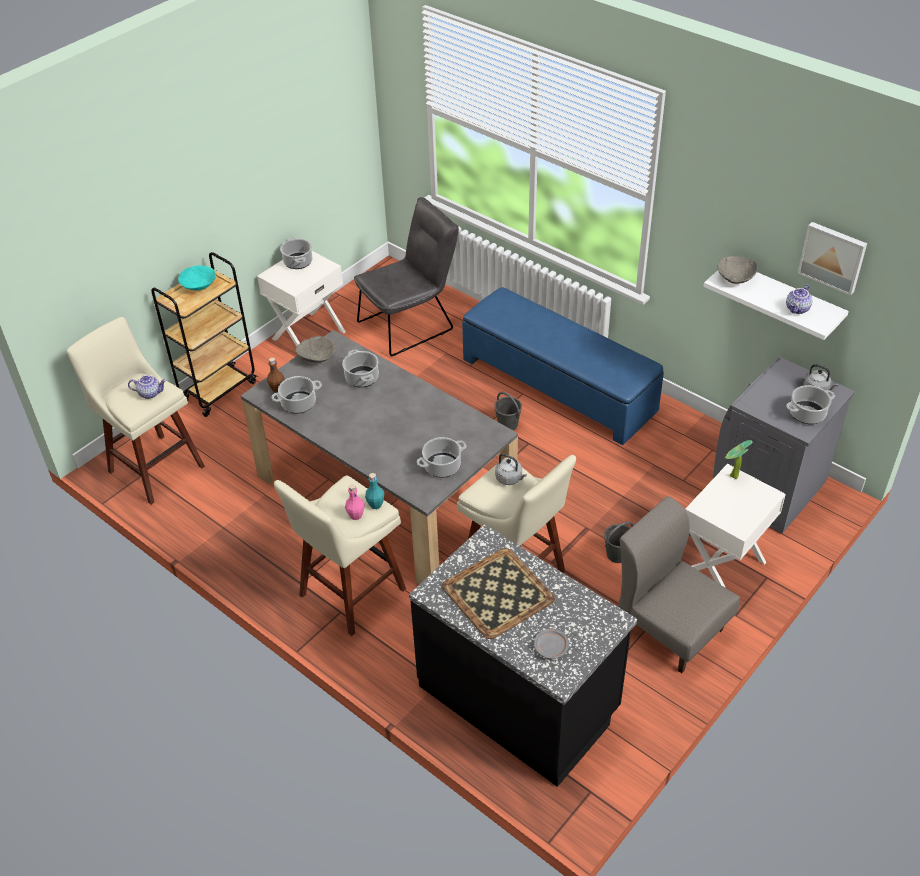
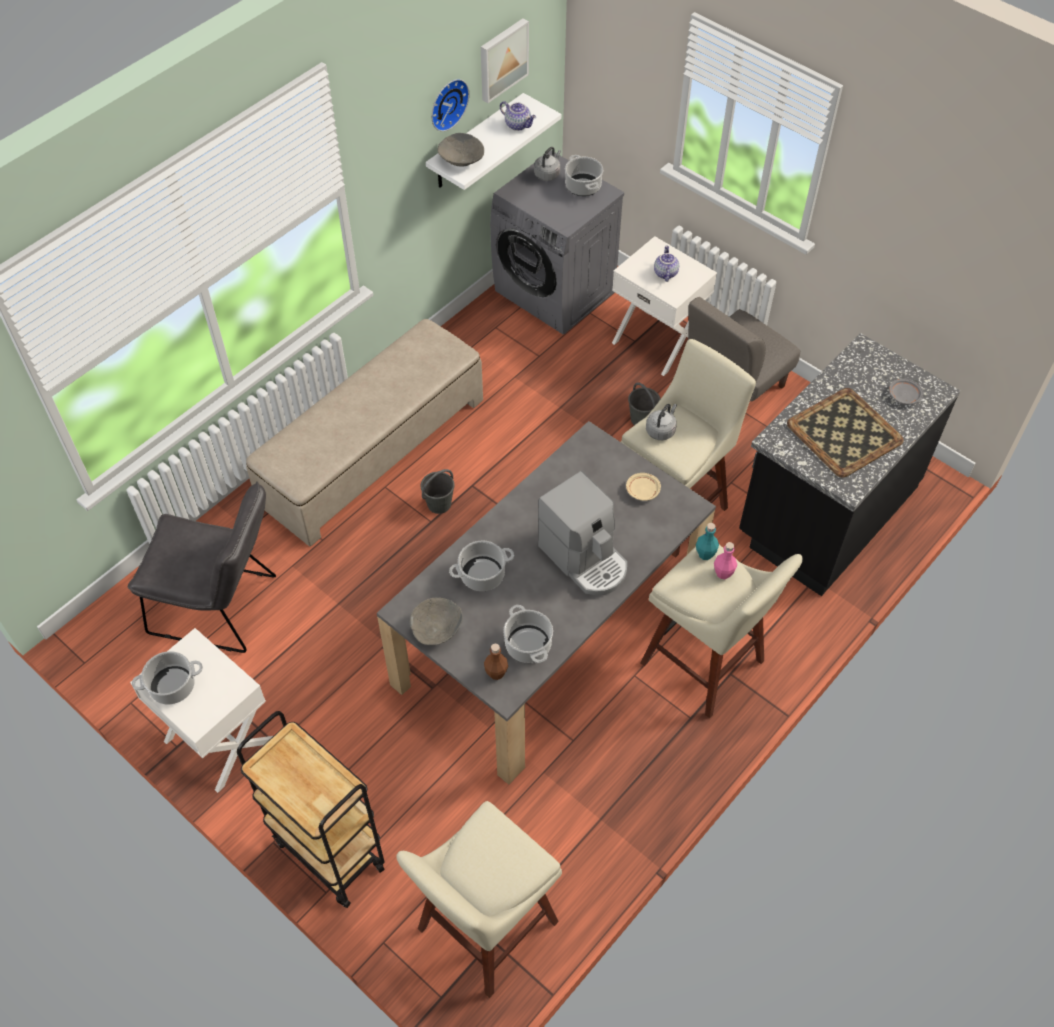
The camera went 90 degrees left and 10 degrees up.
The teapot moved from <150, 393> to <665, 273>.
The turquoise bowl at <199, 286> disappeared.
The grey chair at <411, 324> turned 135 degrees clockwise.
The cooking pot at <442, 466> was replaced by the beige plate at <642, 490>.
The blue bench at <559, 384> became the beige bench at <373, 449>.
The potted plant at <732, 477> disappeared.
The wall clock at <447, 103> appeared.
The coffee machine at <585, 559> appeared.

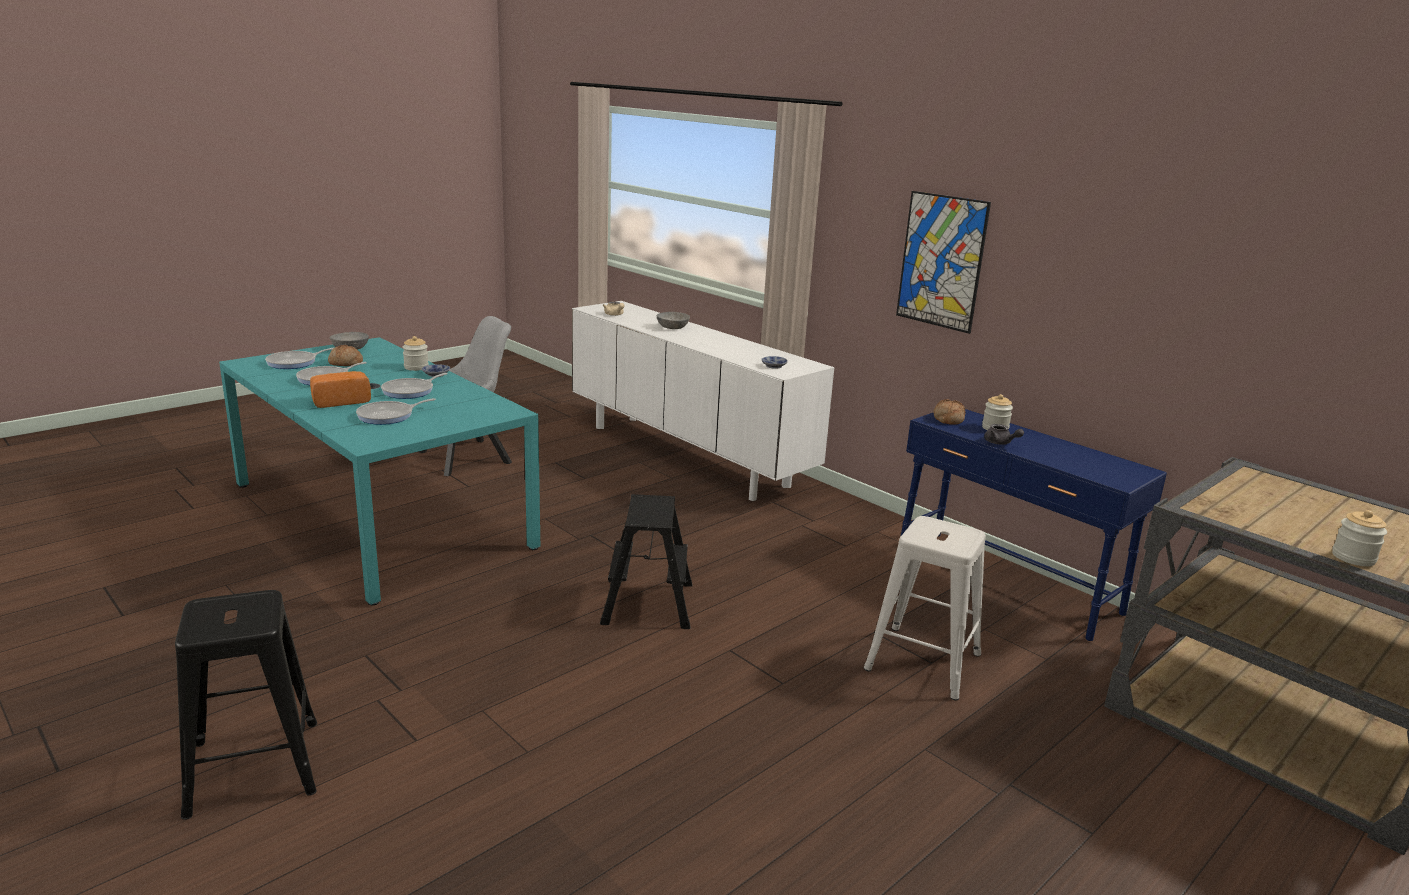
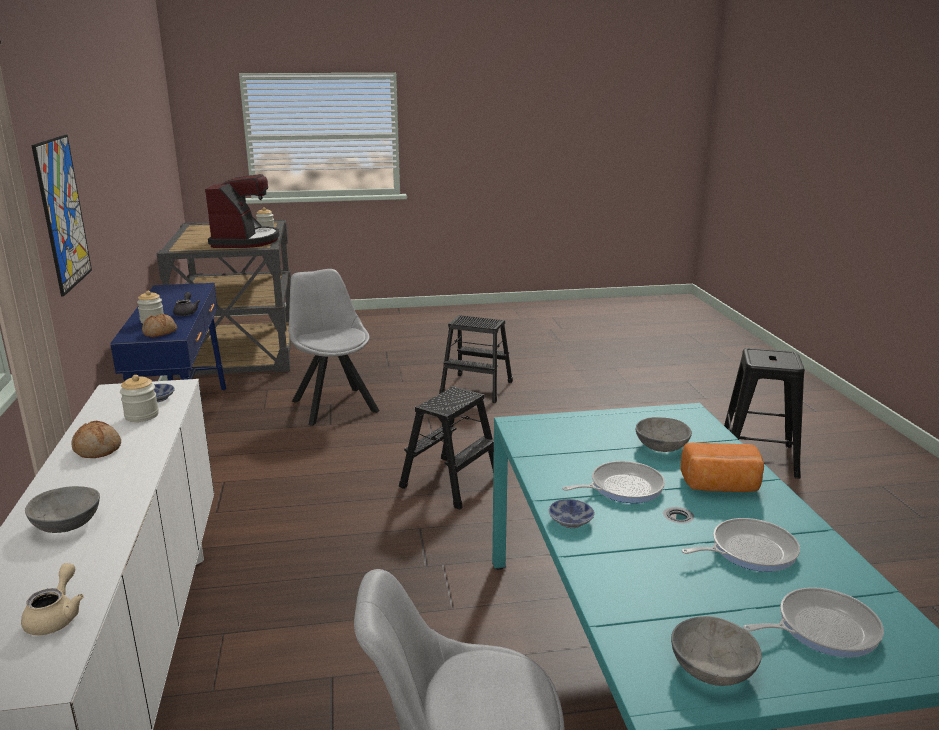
The camera went 145 degrees left and 0 degrees up.
The bread moved from <345, 363> to <98, 449>.
The frying pan at <388, 416> was replaced by the grey bowl at <661, 446>.
The jar moved from <416, 367> to <142, 415>.
The white stool at <923, 662> was replaced by the grey chair at <334, 405>.
The coffee machine at <245, 241> appeared.
The black step ladder at <477, 387> appeared.

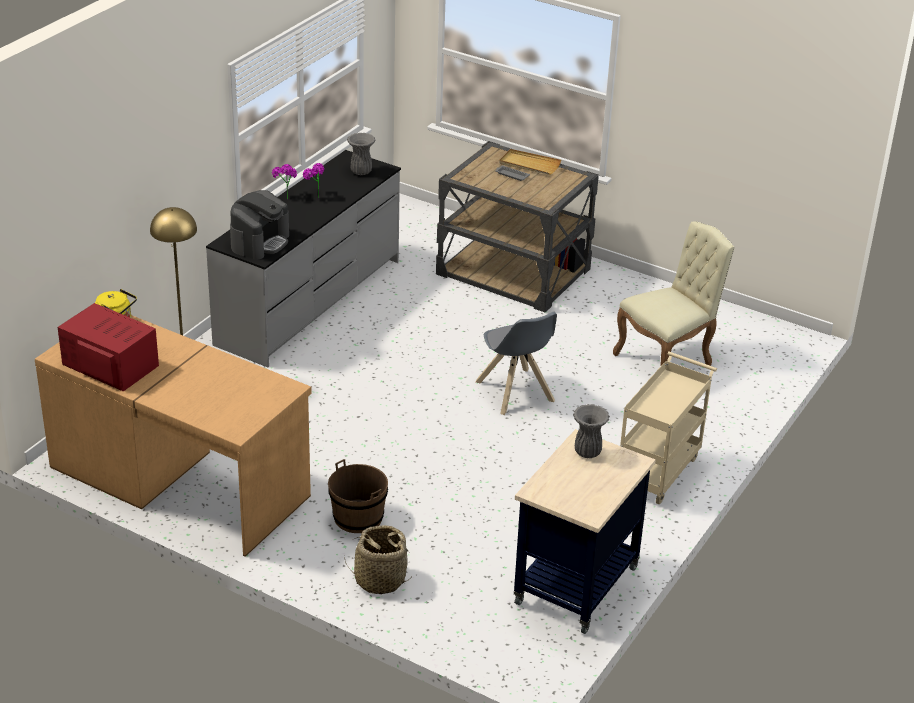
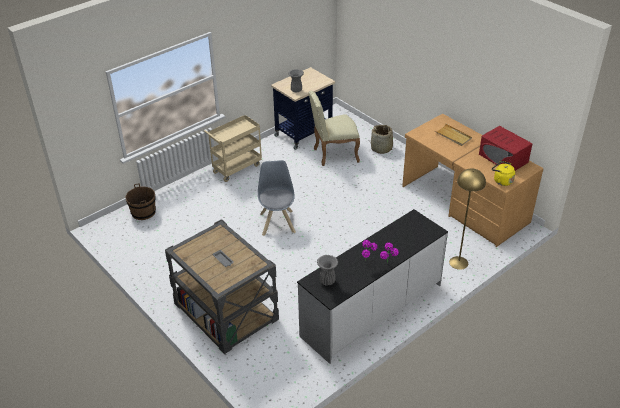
The camera went 160 degrees left and 5 degrees up.
The coffee machine at <260, 242> disappeared.
The brown bucket moved from <358, 517> to <143, 212>.
The beige tray moved from <529, 164> to <453, 136>.
The beige chair moved from <666, 361> to <334, 154>.

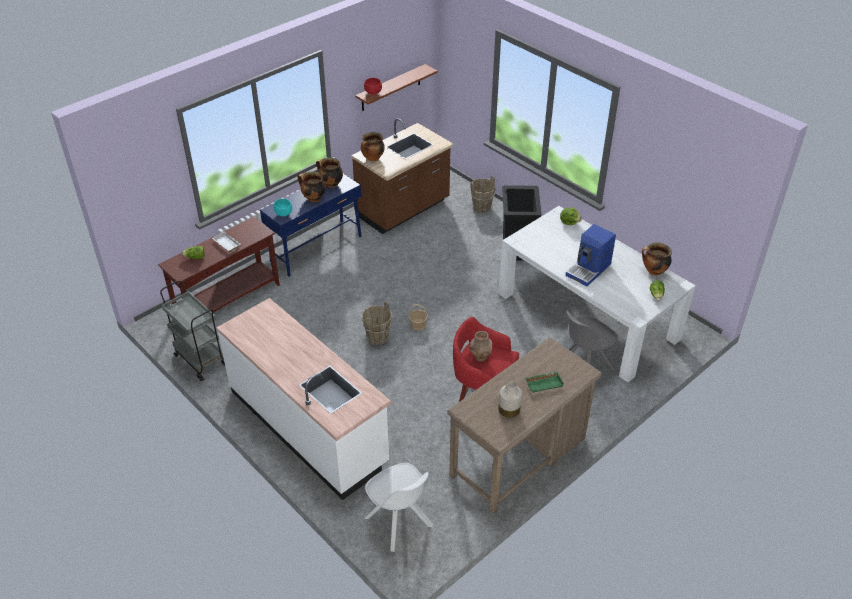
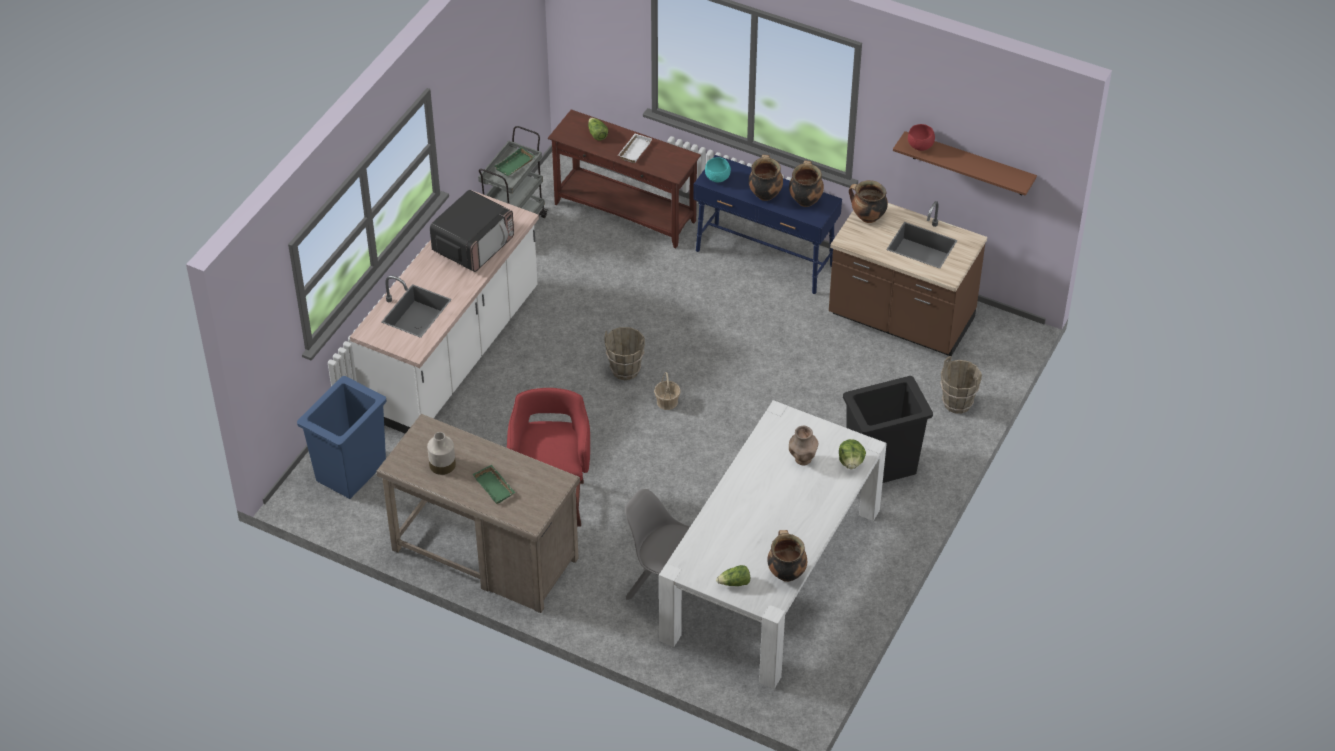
The camera went 70 degrees right and 5 degrees up.
The white chair at <399, 522> was replaced by the blue trash can at <350, 471>.
The brown vase moved from <480, 357> to <802, 459>.
The coffee machine at <589, 270> disappeared.
The microwave at <473, 245> appeared.
The green tray at <515, 165> appeared.

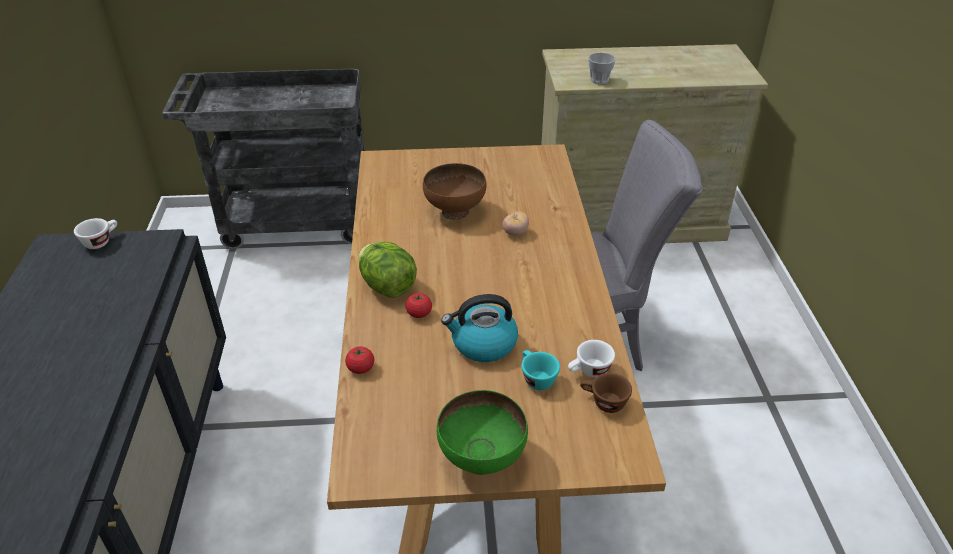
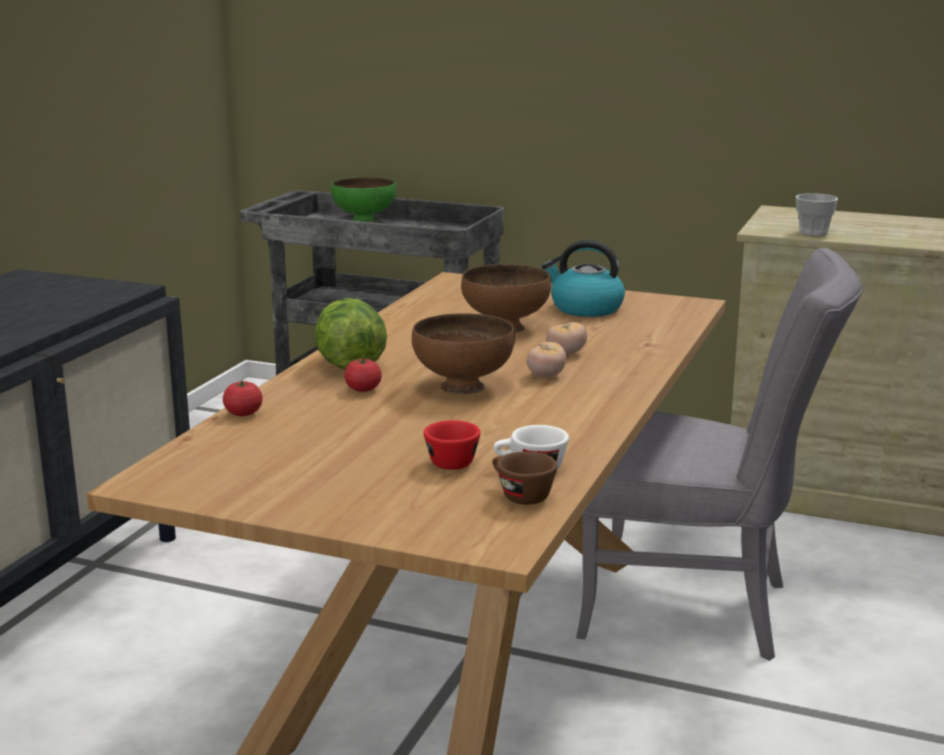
The camera went 25 degrees right and 20 degrees down.
The white cup at <101, 241> disappeared.
The green bowl moved from <482, 459> to <364, 222>.
The kettle moved from <483, 344> to <585, 308>.
The turquoise cup at <535, 378> became the red cup at <450, 460>.
The brown bowl at <463, 387> appeared.
The tomato at <546, 376> appeared.

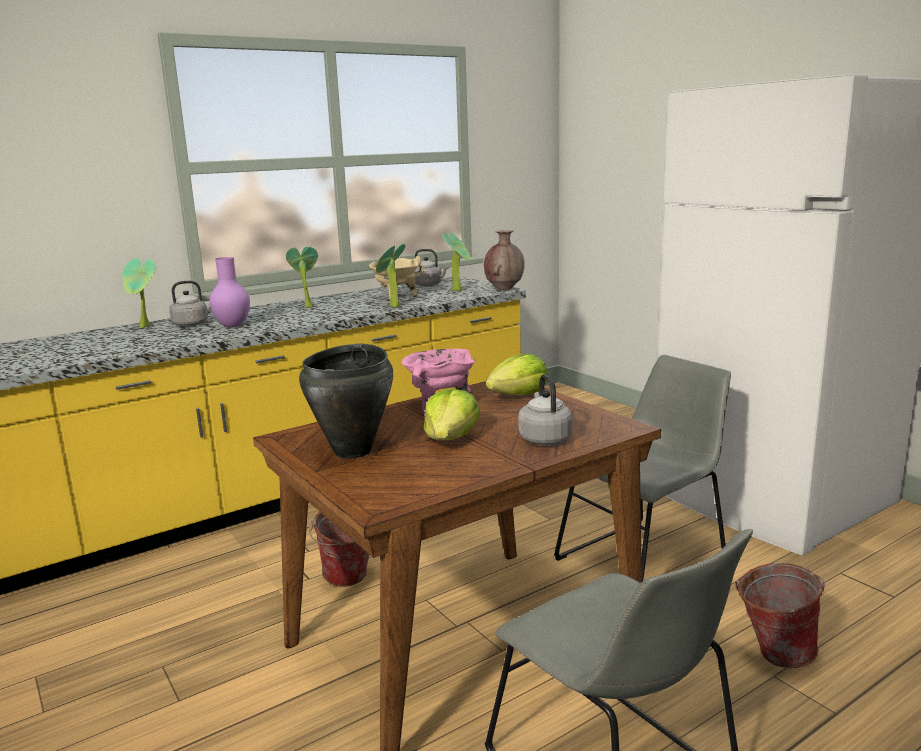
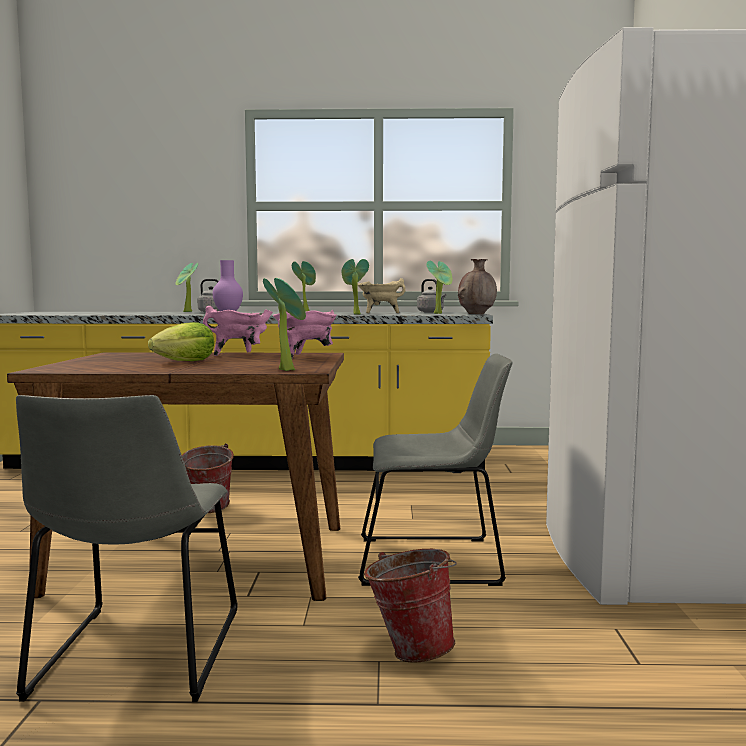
The camera went 35 degrees right and 10 degrees down.
The black cooking pot at <353, 451> disappeared.
The lettuce at <518, 395> was replaced by the pink cooking pot at <305, 357>.
The grey kettle at <544, 438> disappeared.
The potted plant at <287, 370> appeared.

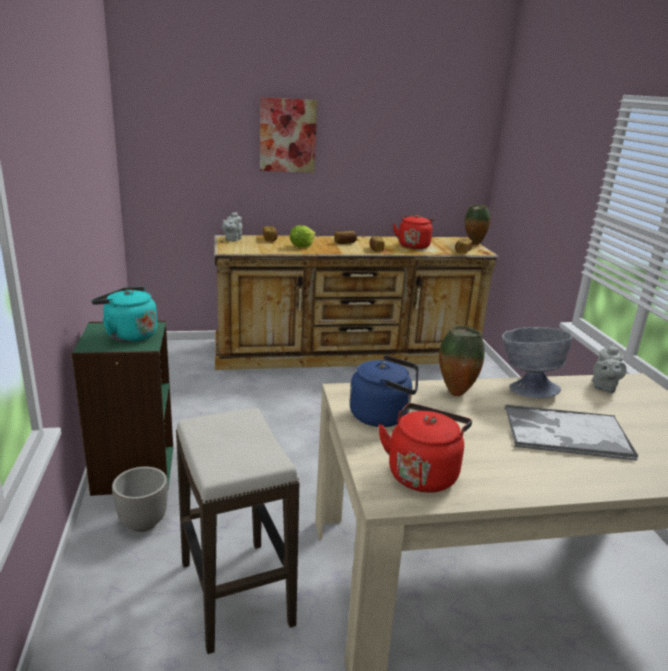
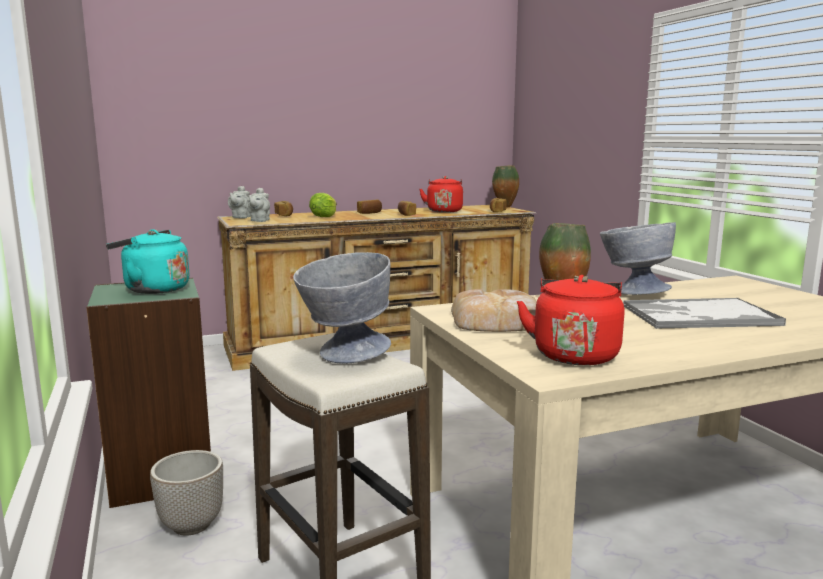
The camera went 10 degrees left and 10 degrees down.
The picture at <287, 135> disappeared.
The blue kettle at <383, 416> was replaced by the bread at <497, 321>.
The grey teapot moved from <603, 387> to <259, 221>.
The grey bowl at <344, 356> appeared.

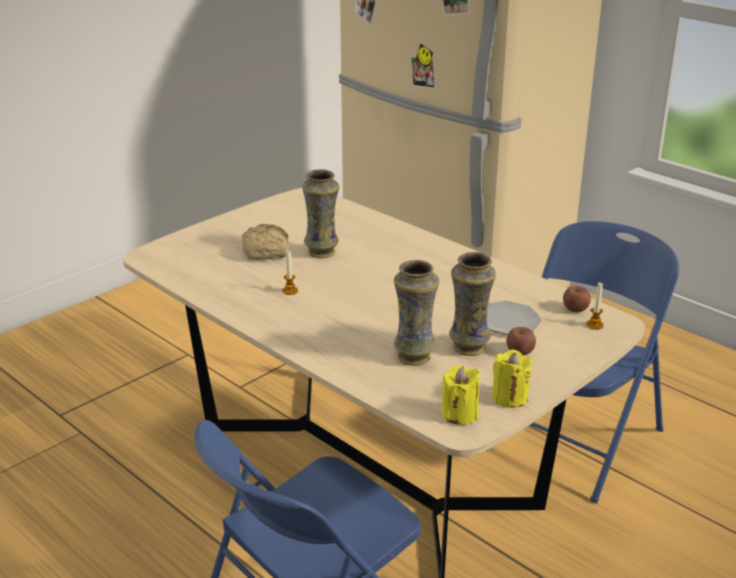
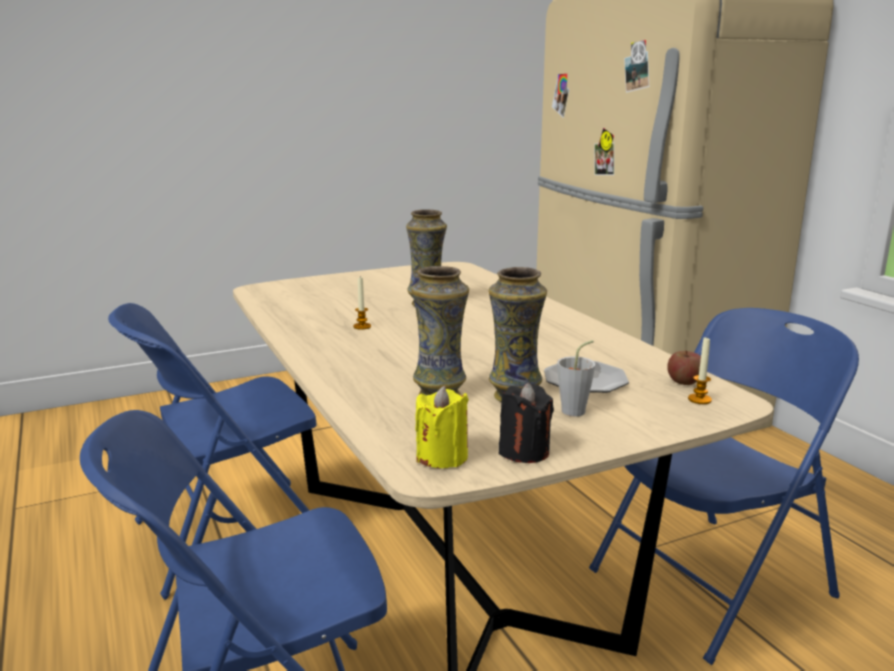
The camera went 20 degrees right and 10 degrees down.
The bread at <267, 252> disappeared.
The yellow candle at <509, 397> became the black candle at <524, 451>.
The apple at <520, 351> was replaced by the grey cup at <577, 410>.
The blue chair at <233, 533> appeared.

